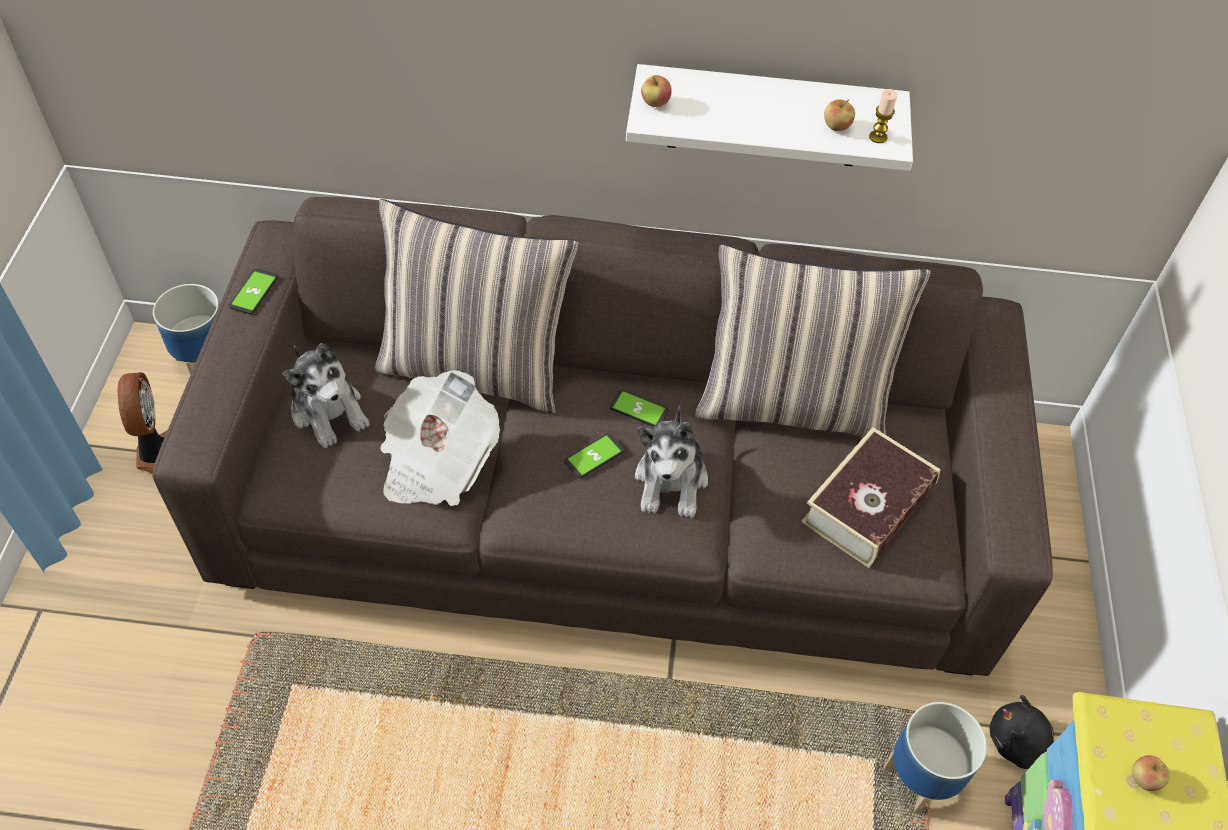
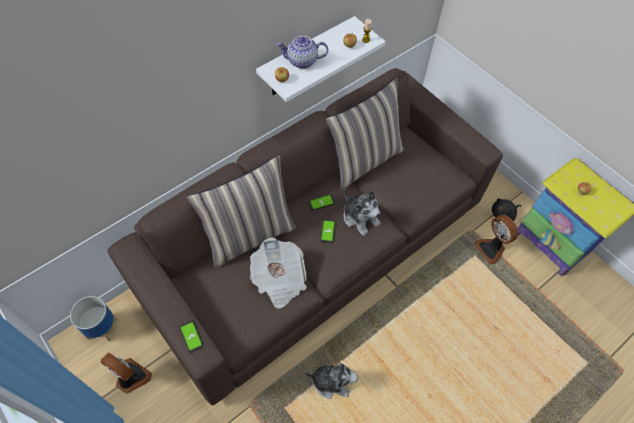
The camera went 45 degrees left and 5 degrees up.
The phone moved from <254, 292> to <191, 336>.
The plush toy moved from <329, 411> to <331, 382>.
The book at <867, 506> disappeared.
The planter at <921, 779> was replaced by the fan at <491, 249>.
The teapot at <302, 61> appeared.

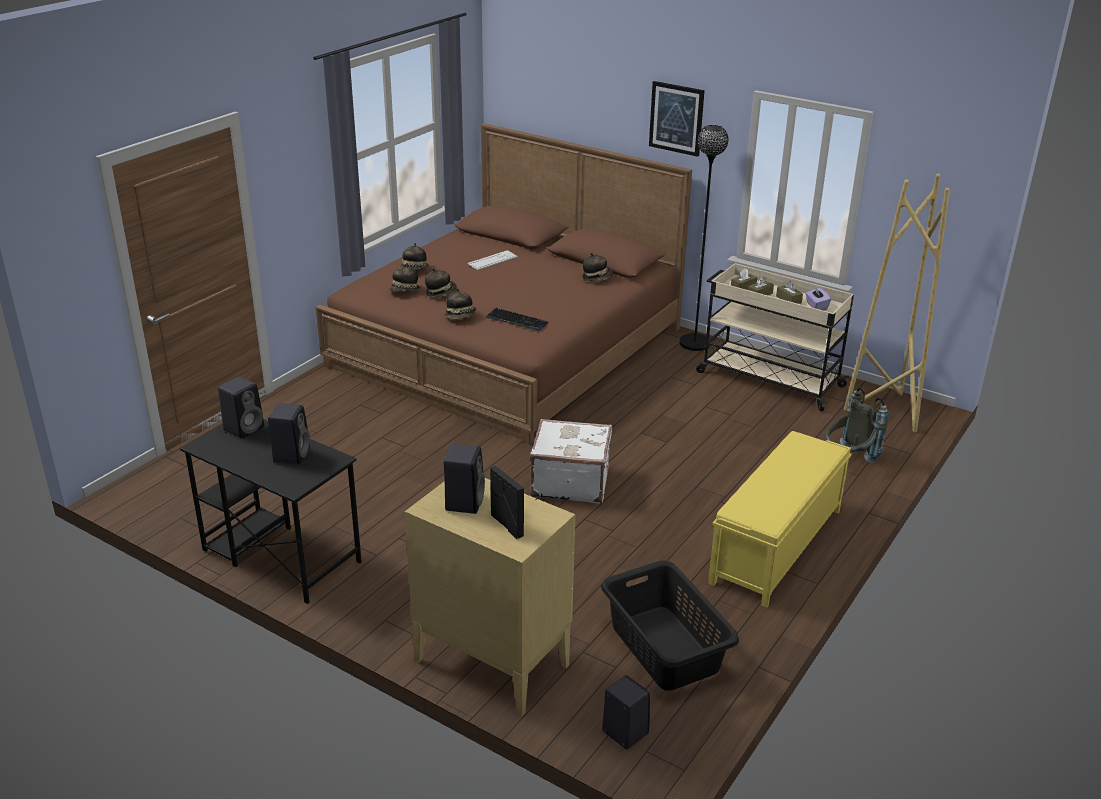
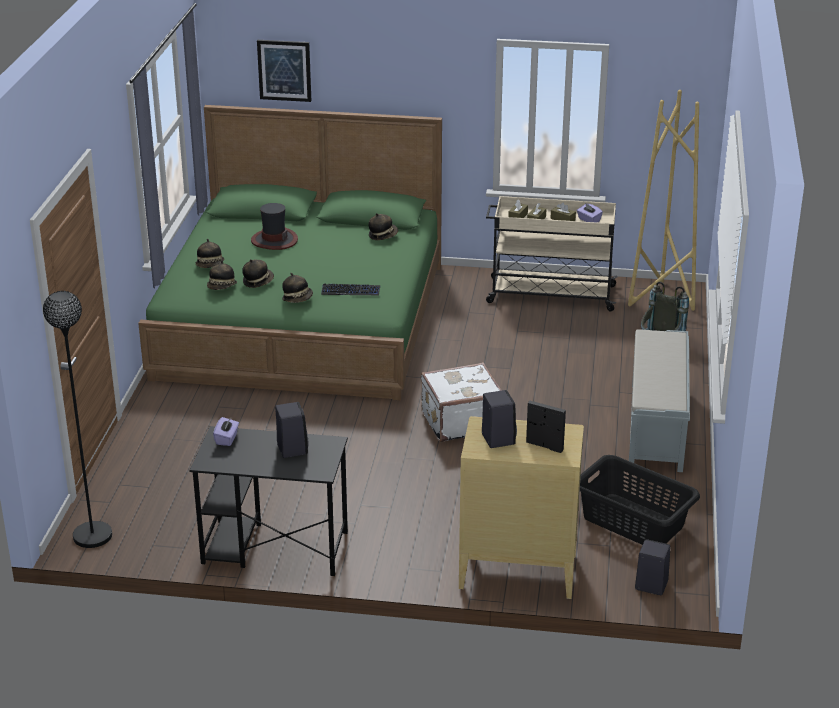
The camera went 25 degrees left and 0 degrees up.
The black speaker at <244, 428> was replaced by the purple tissue box at <227, 439>.
The brown bed at <507, 346> became the green bed at <302, 320>.
The keyboard at <492, 260> was replaced by the hat at <274, 240>.
The picture moved from <676, 118> to <284, 70>.
The black floor lamp moved from <694, 343> to <92, 536>.
The yellow bench at <776, 547> became the grey bench at <656, 427>.

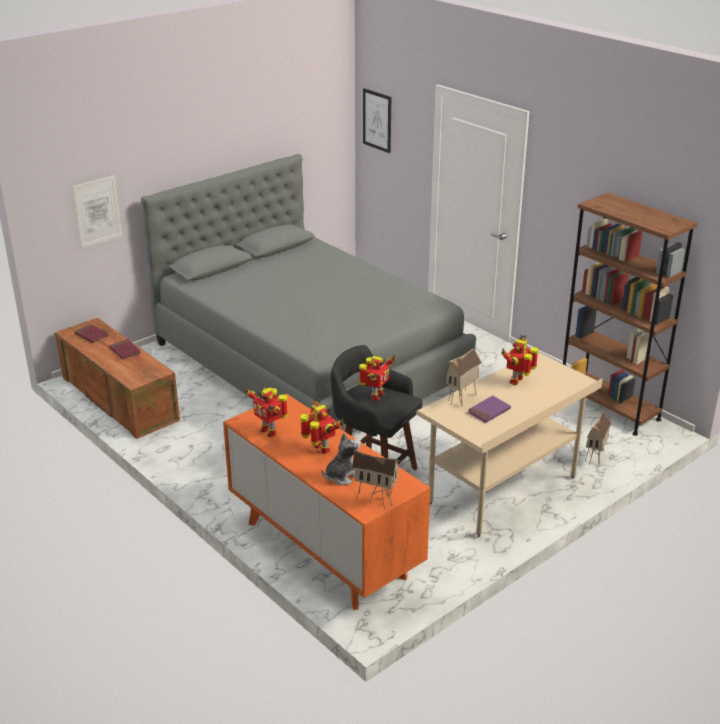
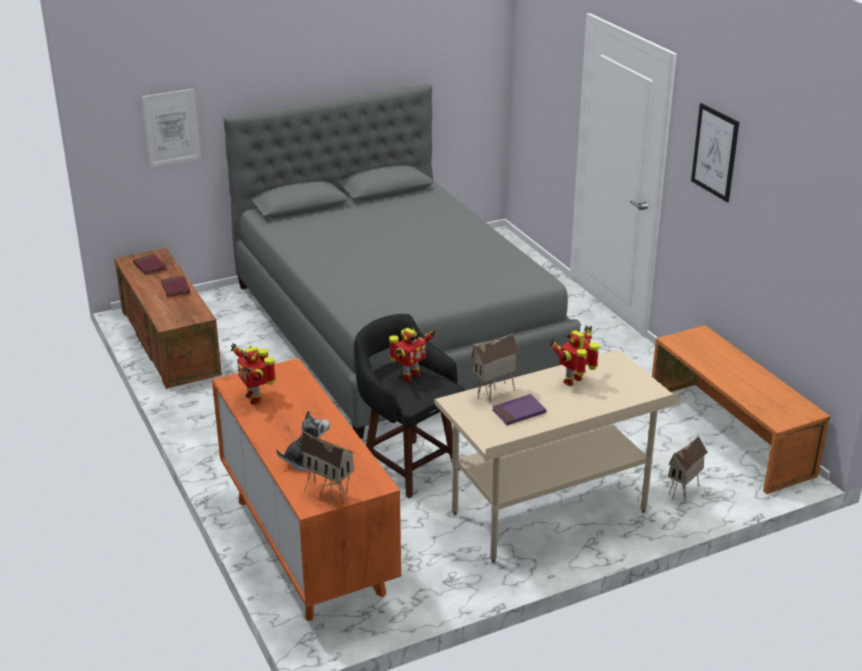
The camera went 15 degrees right and 0 degrees up.
The toy robot at <320, 449> disappeared.
The picture moved from <377, 120> to <715, 152>.
The brown bookcase at <608, 407> was replaced by the orange bench at <732, 434>.

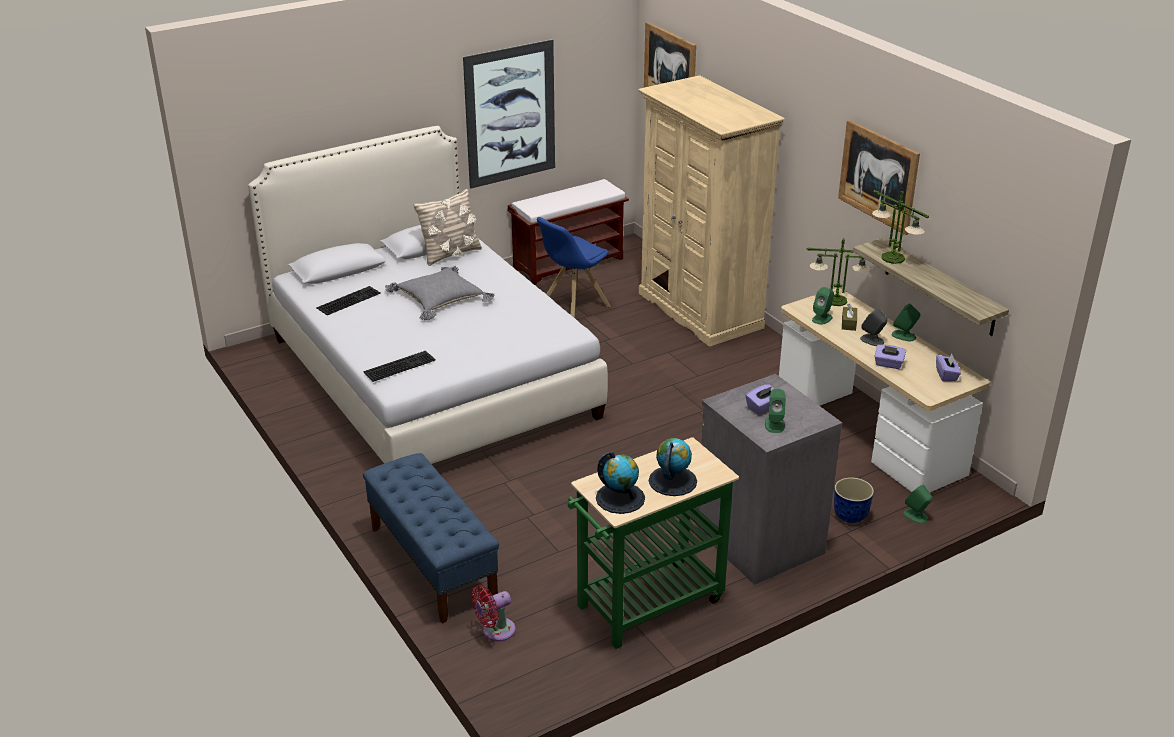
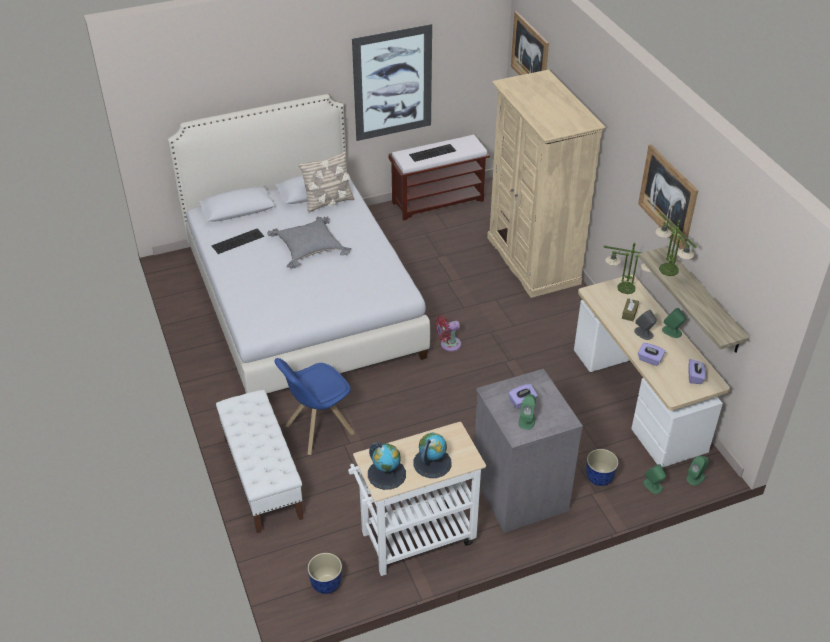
The camera went 10 degrees right and 10 degrees up.
The keyboard moved from <399, 365> to <432, 152>.
The blue bench at <432, 563> became the white bench at <262, 478>.
The red fan moved from <495, 631> to <448, 345>.
The blue chair moved from <573, 307> to <318, 429>.
The green cart at <648, 604> became the white cart at <416, 539>.
The green speaker moved from <822, 318> to <695, 477>.
The planter at <325, 584> appeared.

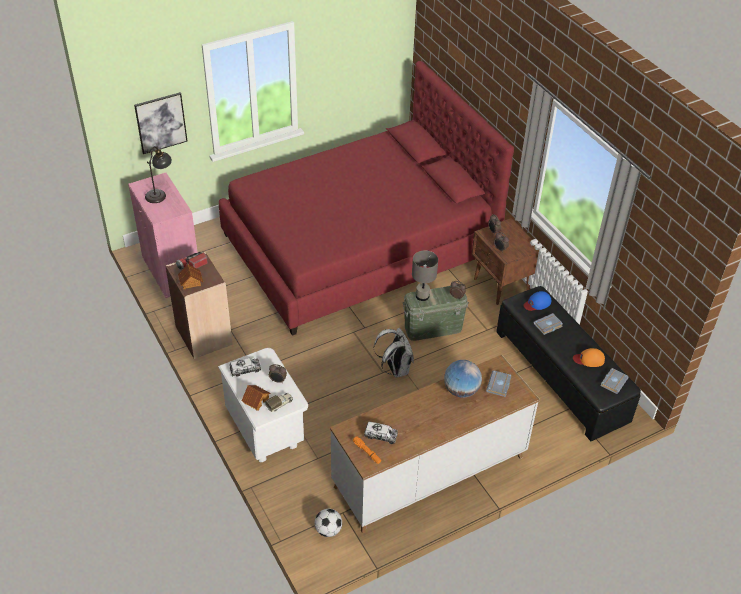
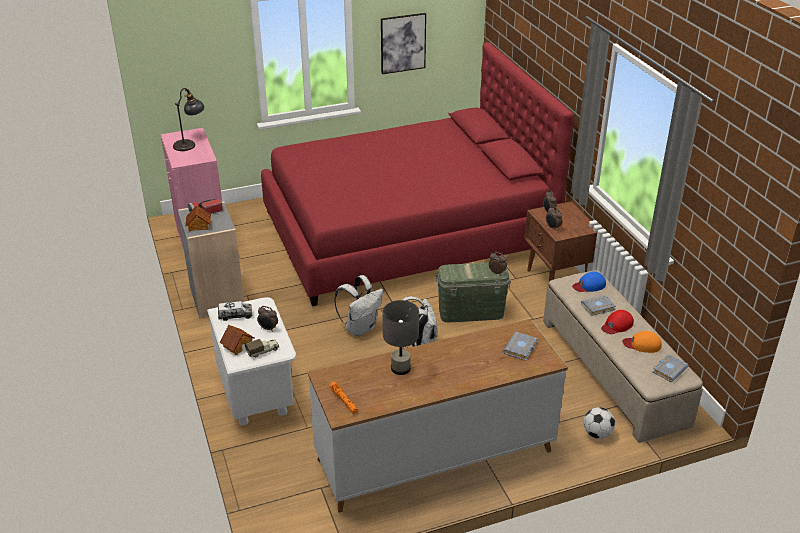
The camera went 10 degrees right and 10 degrees down.
The picture moved from <161, 122> to <403, 43>.
The brown bookcase at <203, 335> became the grey bookcase at <216, 298>.
The football moved from <328, 530> to <597, 434>.
The toy truck at <380, 436> disappeared.
The grey table lamp moved from <422, 296> to <400, 368>.
The globe at <461, 390> disappeared.
The black bench at <562, 375> became the beige bench at <613, 371>.
The white backpack at <360, 328> appeared.
The red cap at <617, 325> appeared.

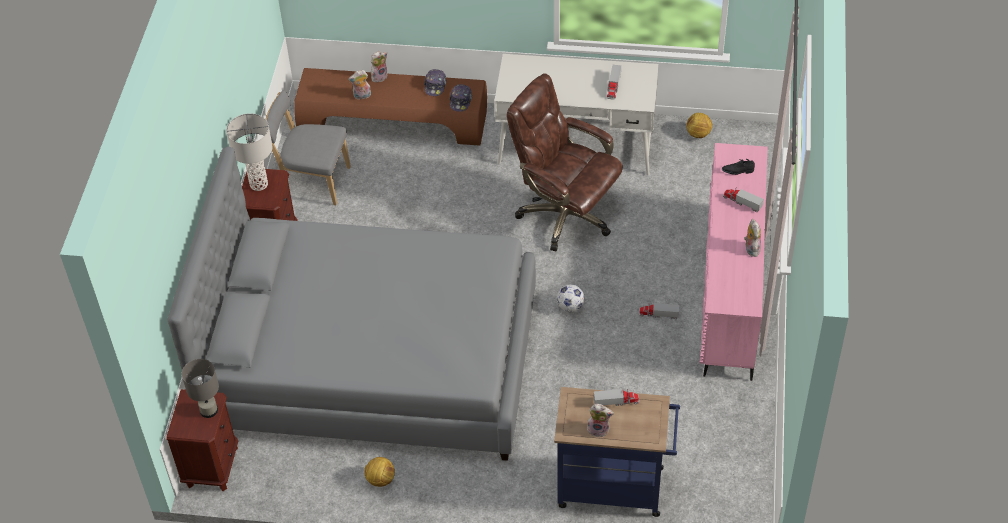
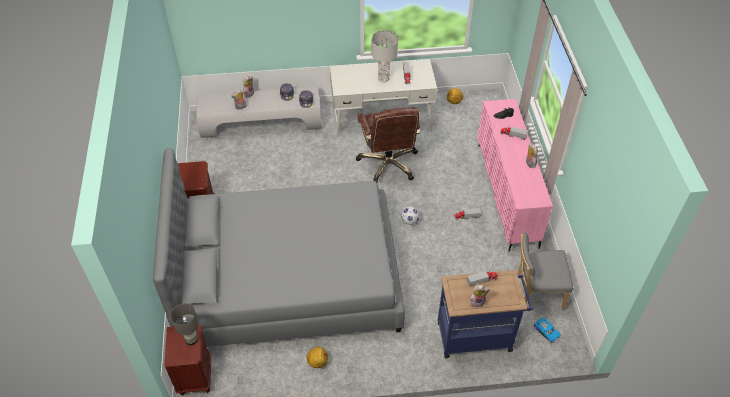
The camera went 15 degrees left and 0 degrees up.
The white table lamp moved from <258, 184> to <383, 78>.
The grey chair moved from <313, 181> to <536, 292>.
The brown bench at <393, 122> became the grey bench at <261, 122>.
The brown office chair at <565, 214> turned 120 degrees counterclockwise.
The toy car at <547, 331> appeared.

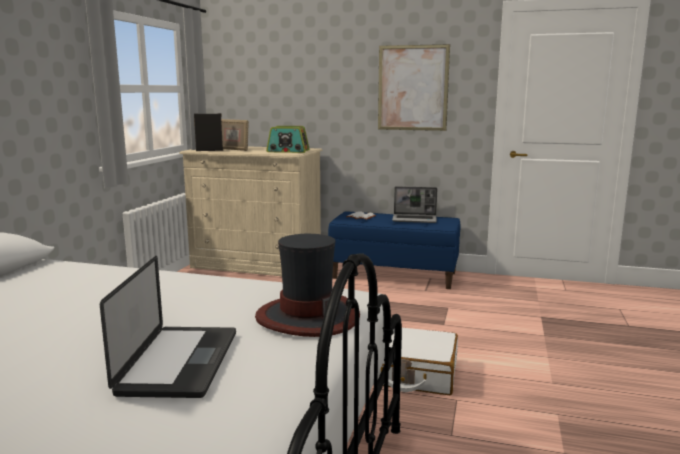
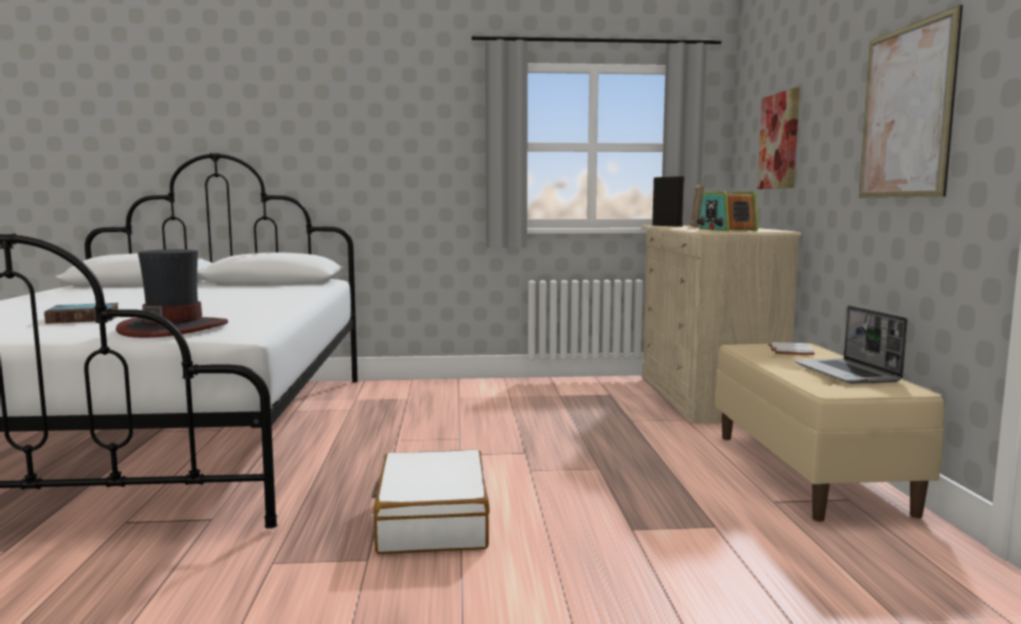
The camera went 70 degrees right and 5 degrees down.
The laptop at <179, 362> was replaced by the book at <85, 318>.
The blue bench at <394, 275> became the beige bench at <809, 472>.
The picture at <779, 141> appeared.

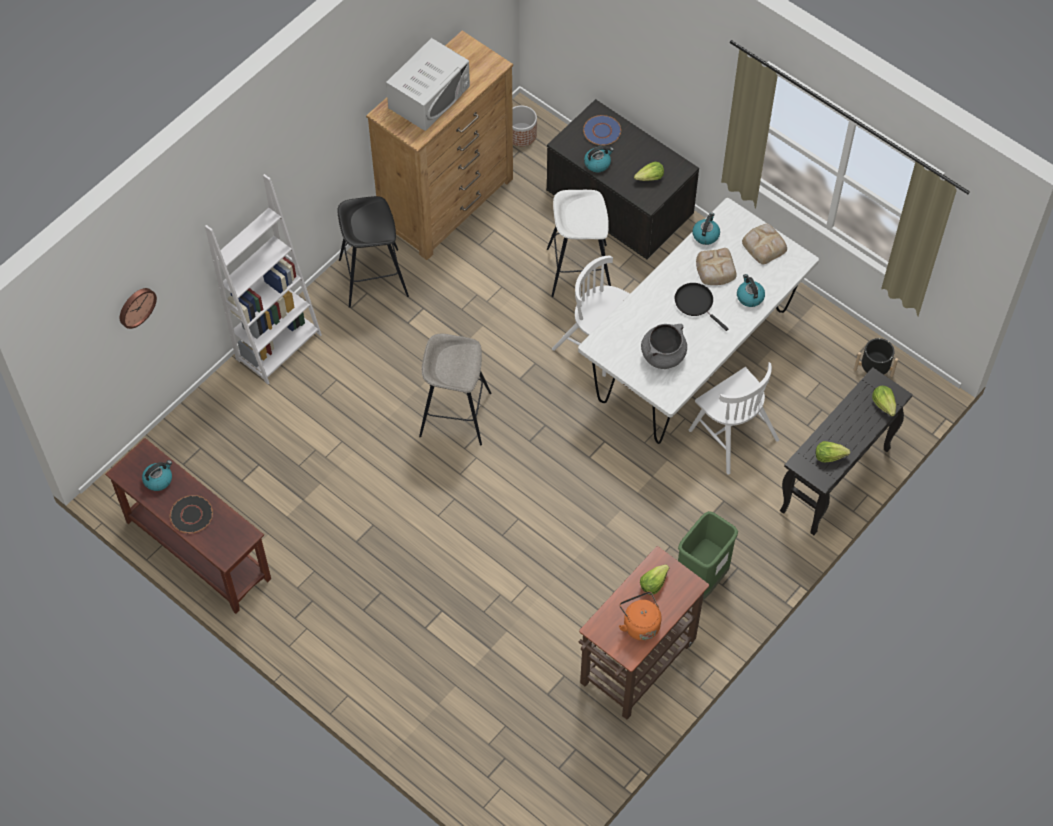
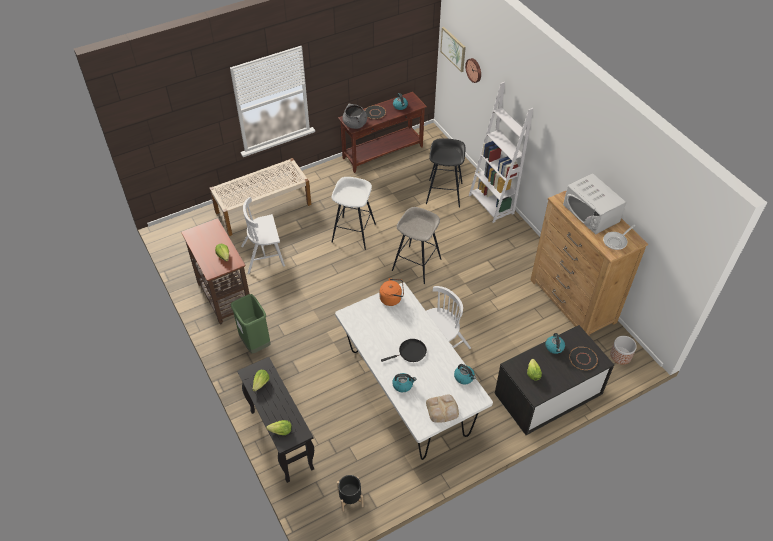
The camera went 110 degrees right and 10 degrees down.
The black stool moved from <373, 277> to <444, 193>.
The white stool moved from <578, 270> to <354, 233>.
The blue plate at <602, 131> became the black plate at <583, 359>.
The orange kettle moved from <640, 624> to <392, 298>.
The grey cooking pot moved from <663, 355> to <355, 124>.
The white chair moved from <730, 431> to <265, 255>.
The bread at <715, 269> disappeared.
The beige bench at <263, 208> appeared.
The picture at <453, 49> appeared.
The frying pan at <616, 241> appeared.

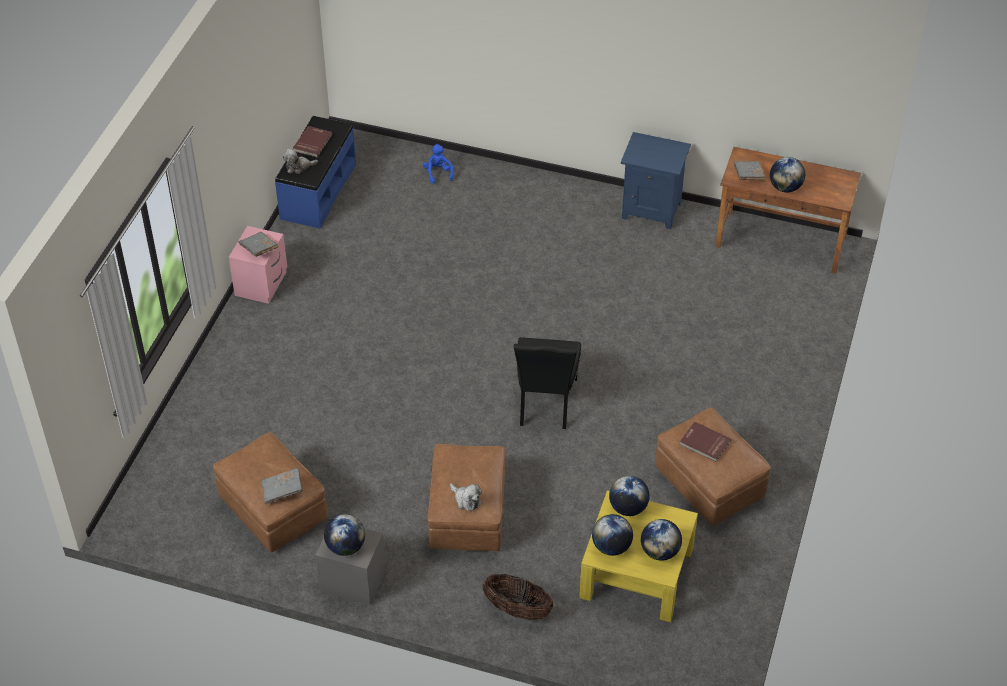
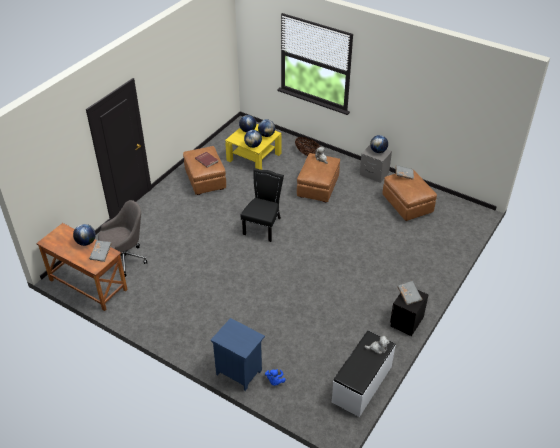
The camera went 165 degrees left and 5 degrees down.
The pink nightstand at <262, 284> became the black nightstand at <406, 321>.
The blue bench at <317, 191> became the white bench at <362, 384>.
The red book at <312, 143> disappeared.
The blue nightstand moved from <651, 211> to <239, 371>.
The grey office chair at <125, 260> appeared.

